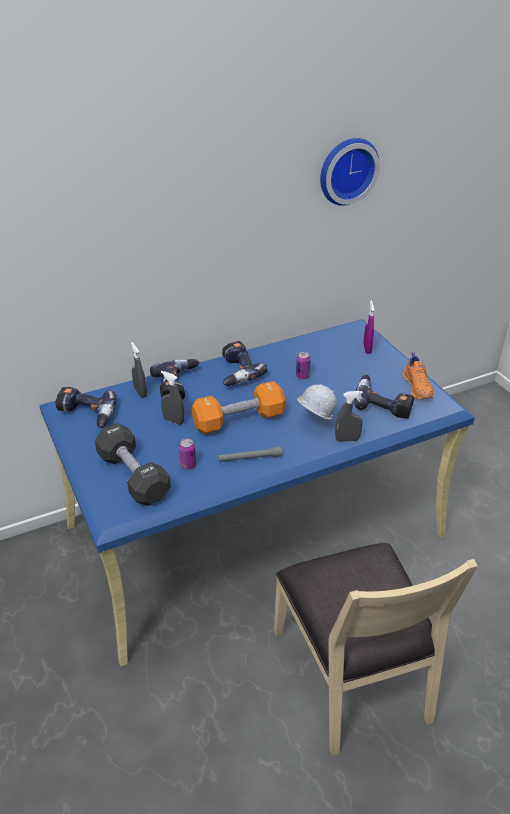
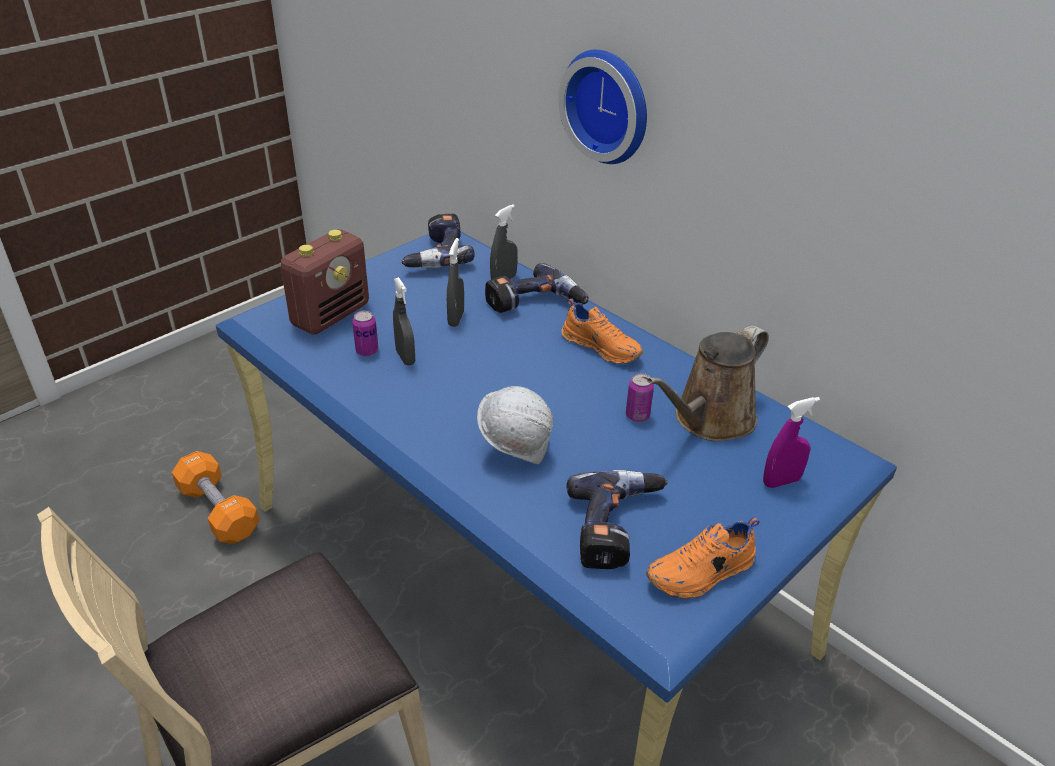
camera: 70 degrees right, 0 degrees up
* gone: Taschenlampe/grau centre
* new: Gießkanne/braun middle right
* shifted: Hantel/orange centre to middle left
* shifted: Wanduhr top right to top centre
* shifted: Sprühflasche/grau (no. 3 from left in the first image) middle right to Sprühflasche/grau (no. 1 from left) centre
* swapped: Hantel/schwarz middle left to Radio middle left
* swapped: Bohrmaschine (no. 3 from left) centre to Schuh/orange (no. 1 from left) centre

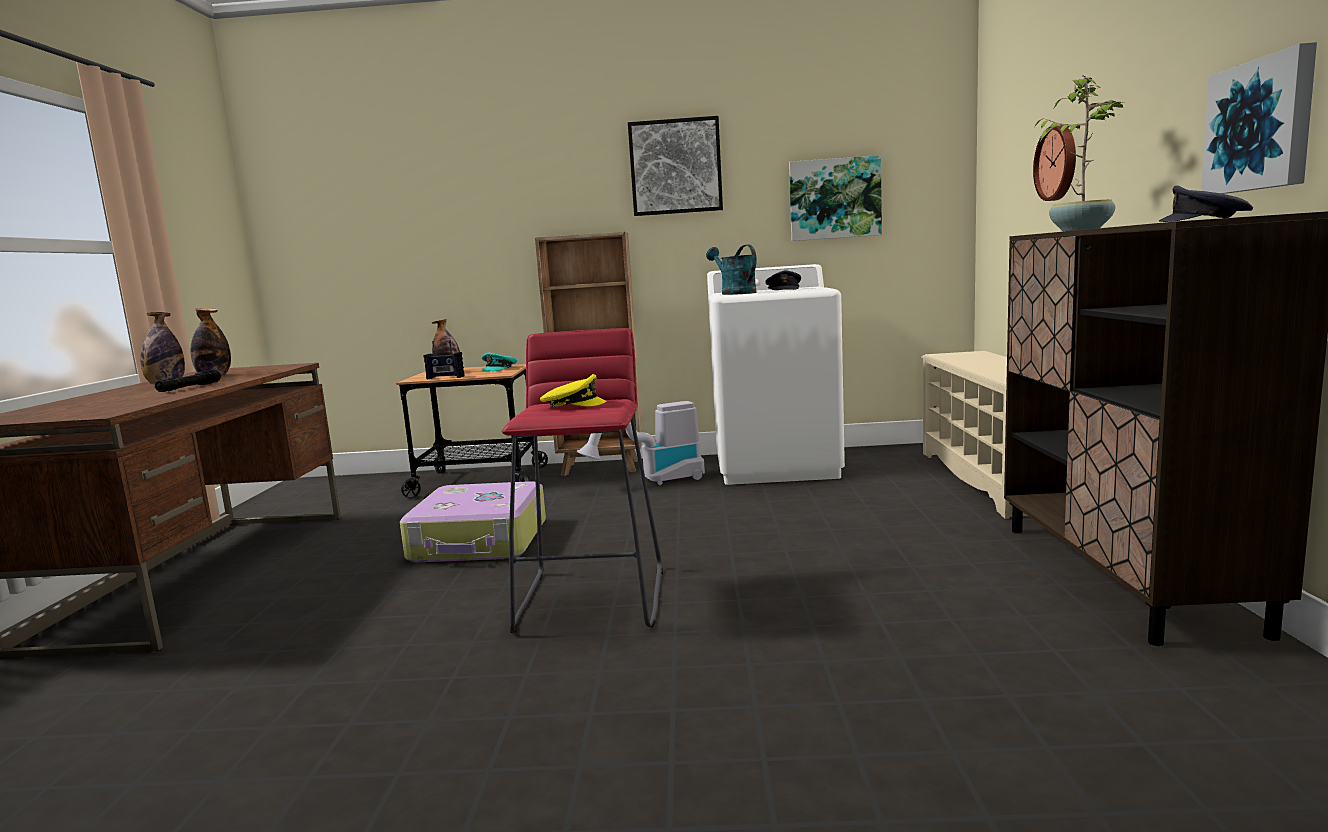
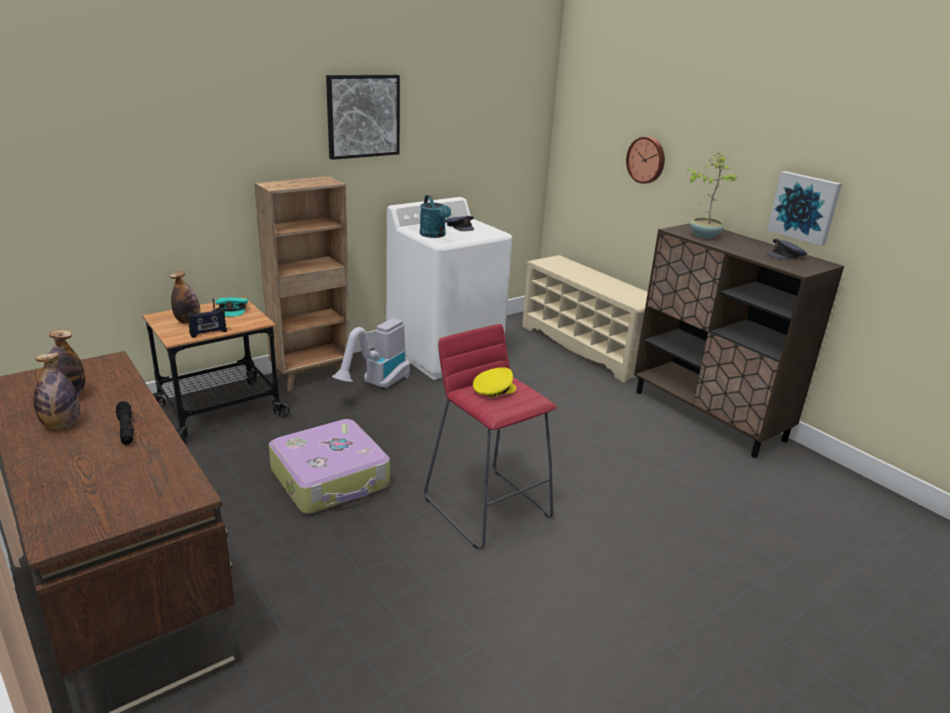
camera: 40 degrees left, 15 degrees up
* gone: Bild (no. 2 from left) top centre
* rotated: Gießkanne/türkis top centre = top centre 135 degrees counterclockwise

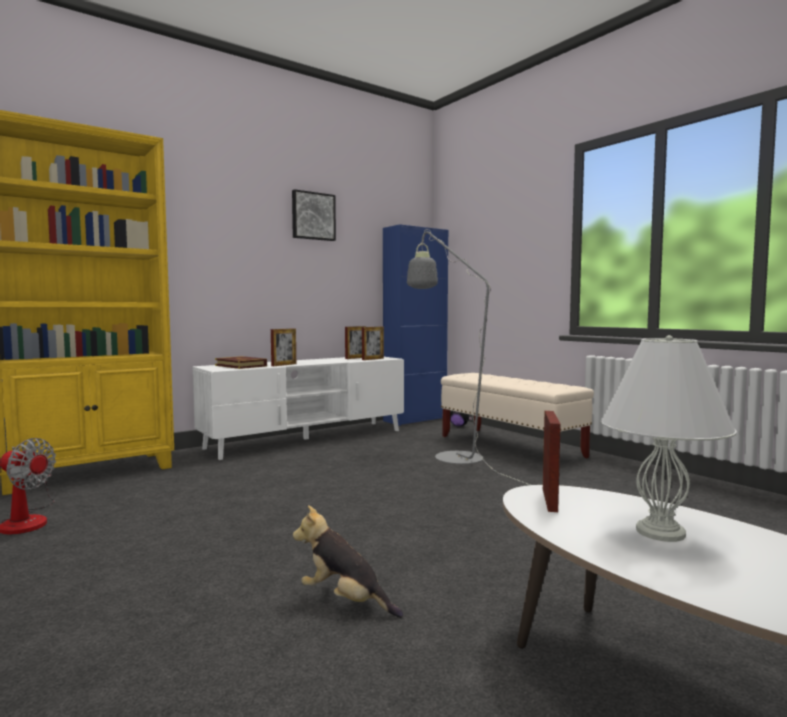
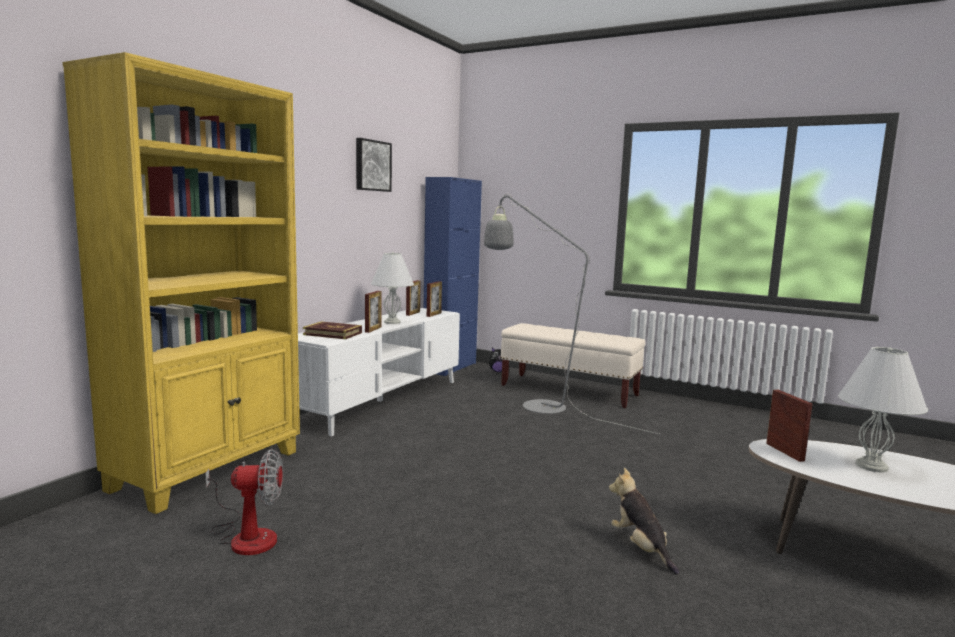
camera: 25 degrees left, 5 degrees up
* new: Tischlampe/weiß (no. 1 from left) centre
* rotated: Plüschtier (no. 1 from left in the first image) bottom centre = bottom right 60 degrees clockwise

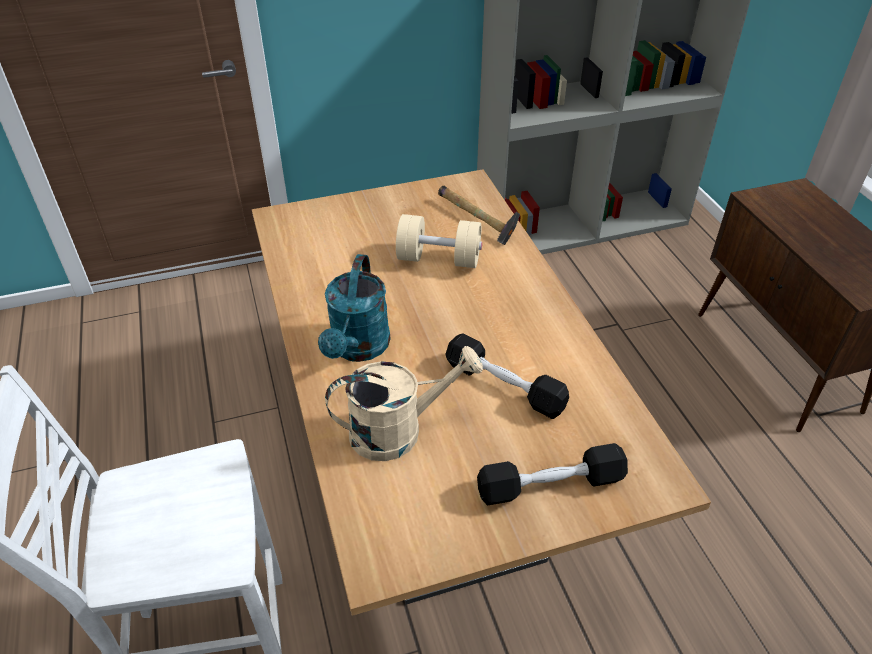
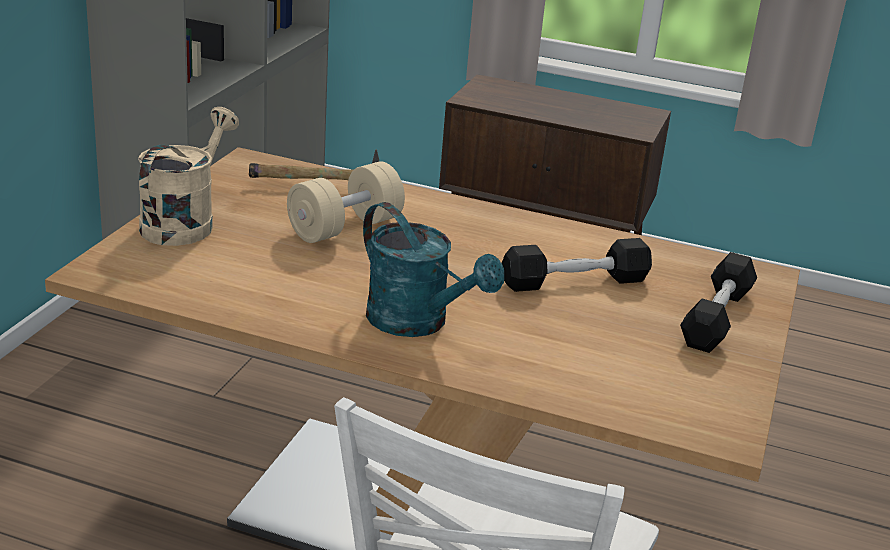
camera: 55 degrees left, 15 degrees down
* shifted: Gießkanne/beige centre to top left

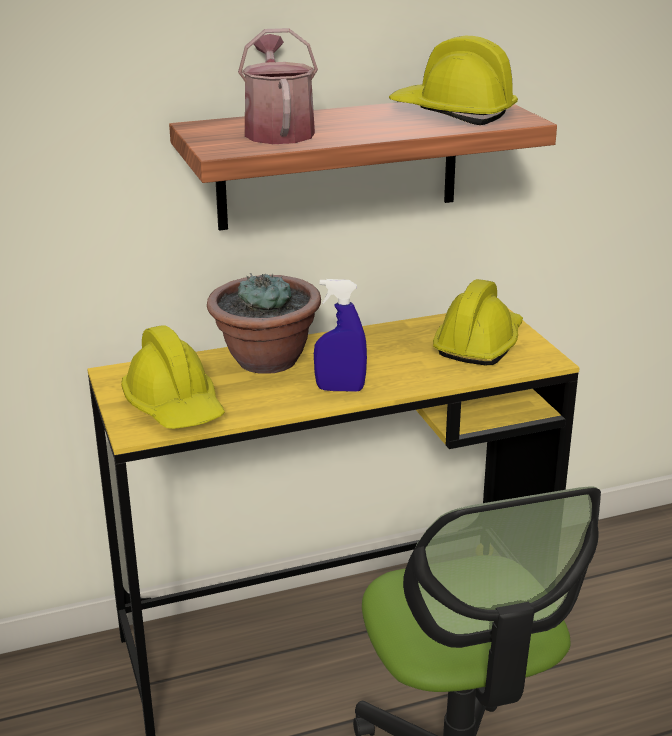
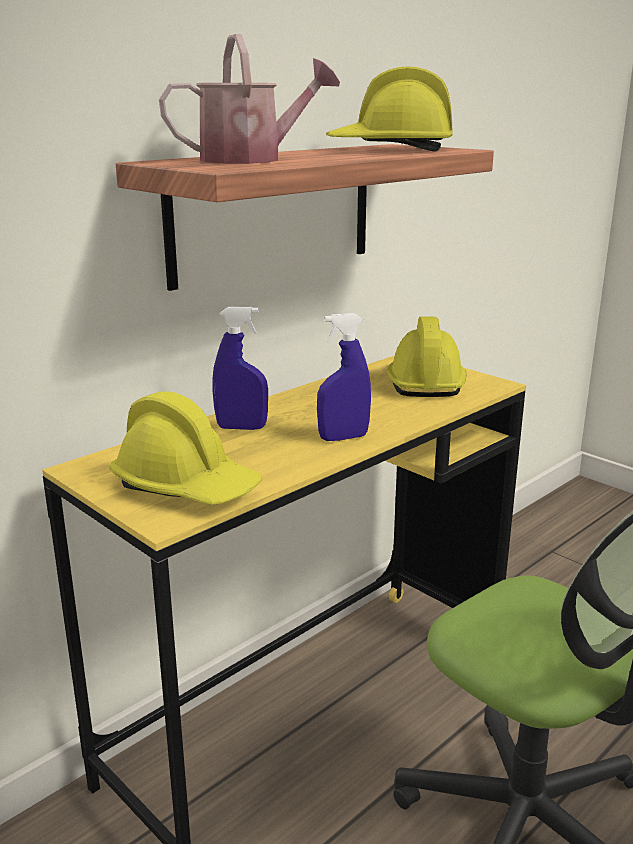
camera: 25 degrees left, 5 degrees down
* swapped: Topfpflanze centre to Sprühflasche/blau (no. 1 from left) centre
* rotated: Gießkanne top centre = top centre 105 degrees clockwise

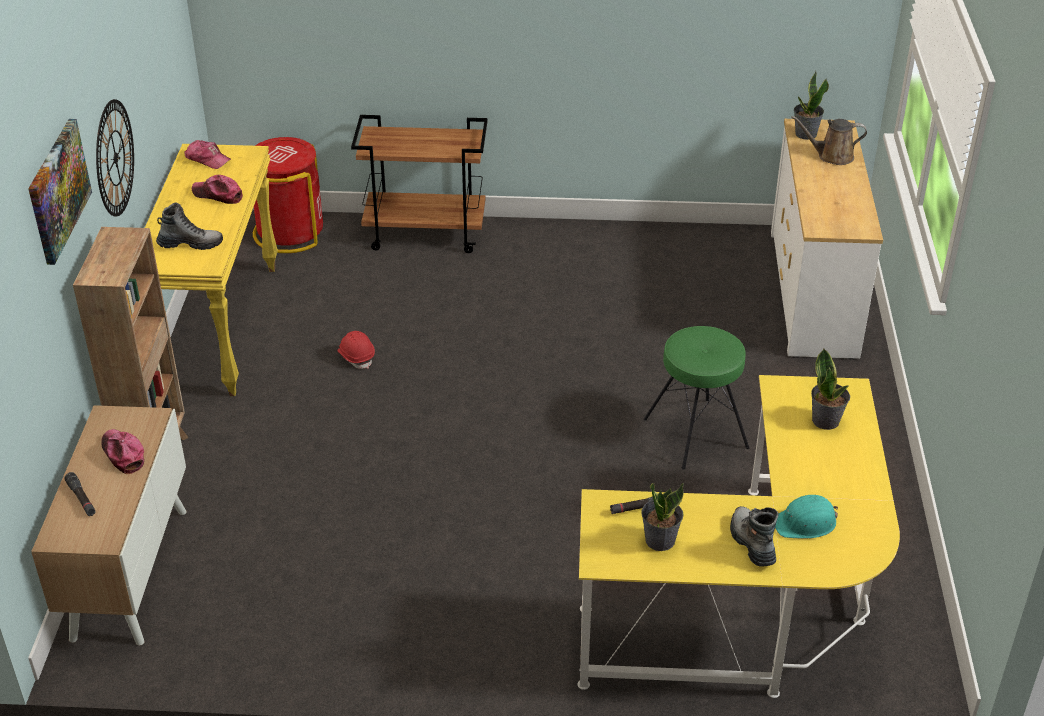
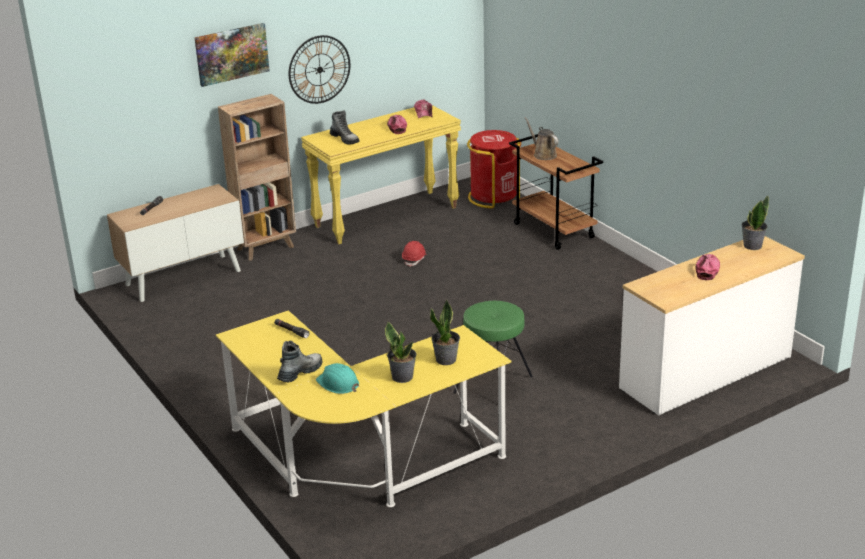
camera: 55 degrees right, 10 degrees down
* shifted: Kappe (no. 1 from left in the first image) middle left to Kappe (no. 3 from left) middle right
* shifted: Topfpflanze (no. 1 from left) bottom centre to centre
* shifted: Gießkanne/braun top right to top centre

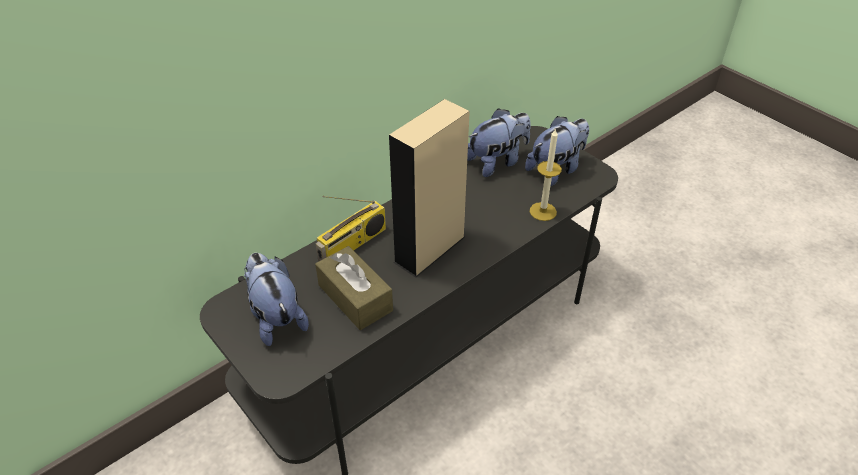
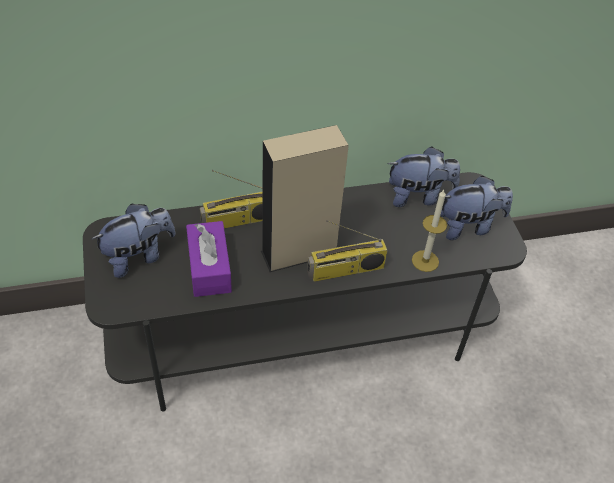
camera: 25 degrees right, 5 degrees up
* new: Radio (no. 2 from left) centre
* repainted: Taschentuchbox/braun centre to Taschentuchbox/lila centre
* rotated: Plüschtier (no. 1 from left) middle left = middle left 60 degrees clockwise

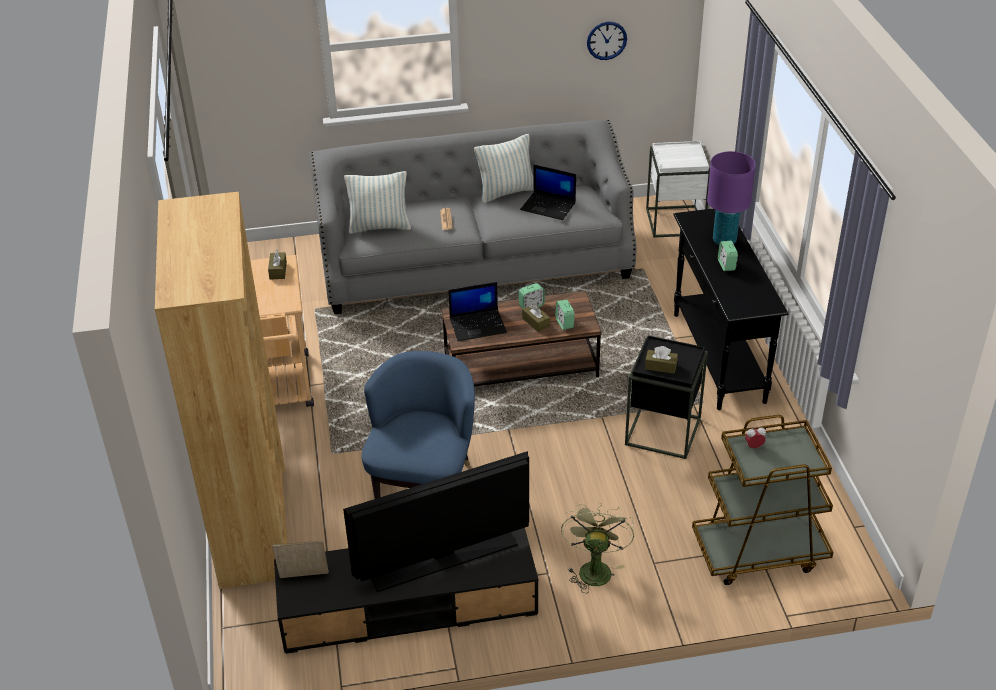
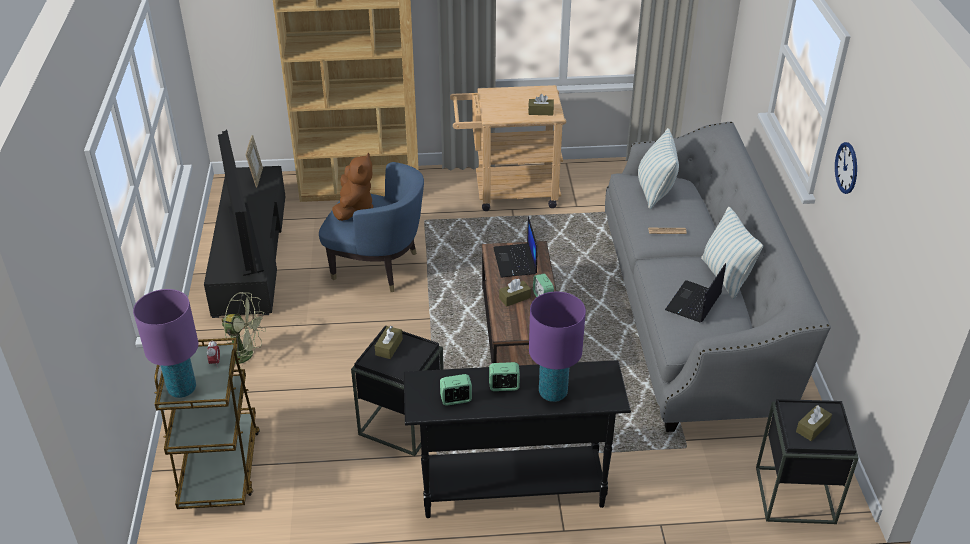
camera: 95 degrees right, 0 degrees up
* new: Tischlampe/lila (no. 1 from left) middle left
* new: Plüschtier/braun centre
* new: Taschentuchbox/braun (no. 4 from left) bottom right
* shifted: Wecker (no. 2 from left) centre to bottom centre
* shifted: Wanduhr top centre to top right
* repainted: Beistelltisch/weiß top right to Beistelltisch/schwarz (no. 2 from left) bottom right

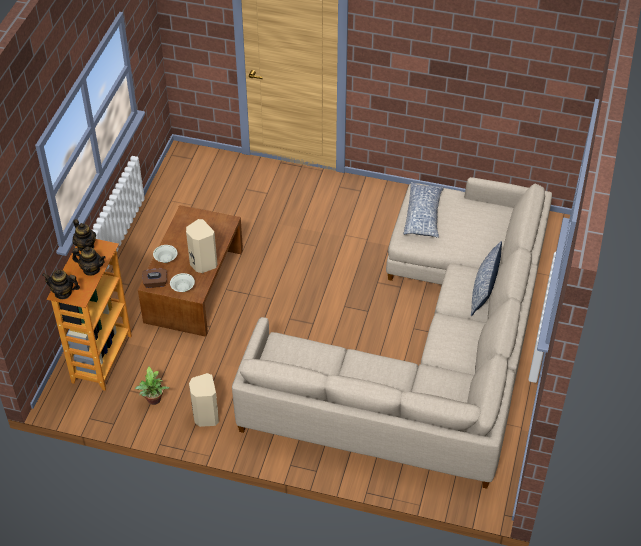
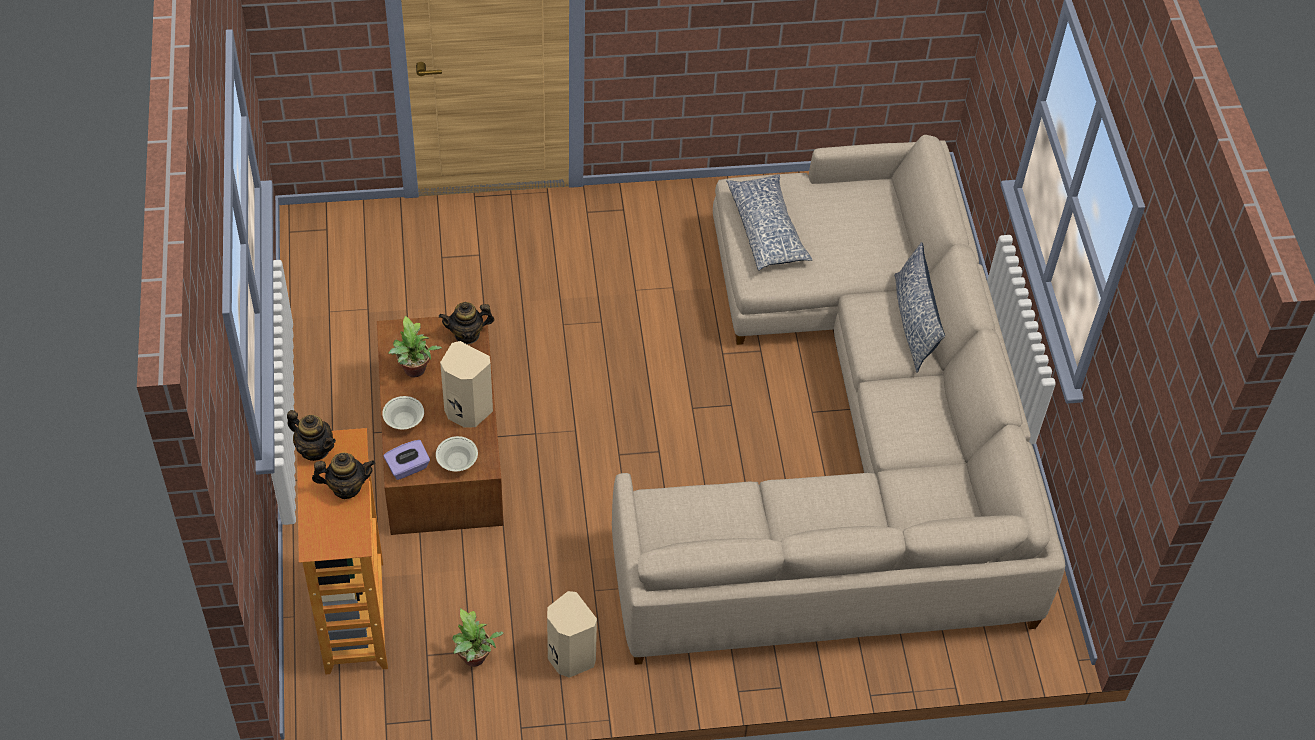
camera: 25 degrees left, 5 degrees up
* new: Topfpflanze (no. 1 from left) middle left
* shifted: Teekanne (no. 1 from left in the first image) middle left to Teekanne (no. 3 from left) centre
* repainted: Taschentuchbox/braun middle left to Taschentuchbox/lila middle left

